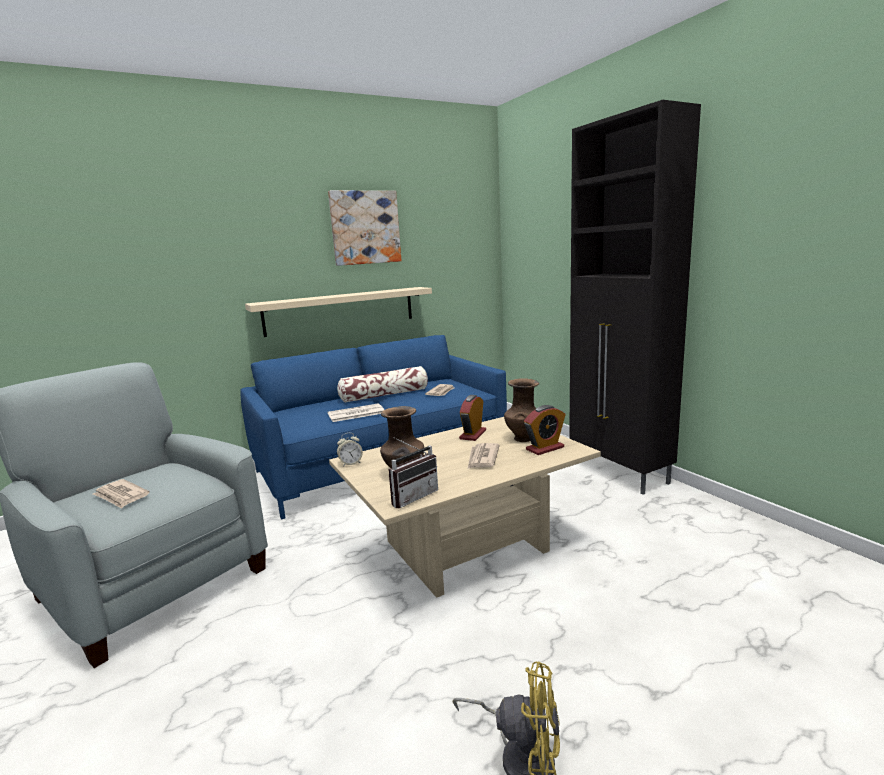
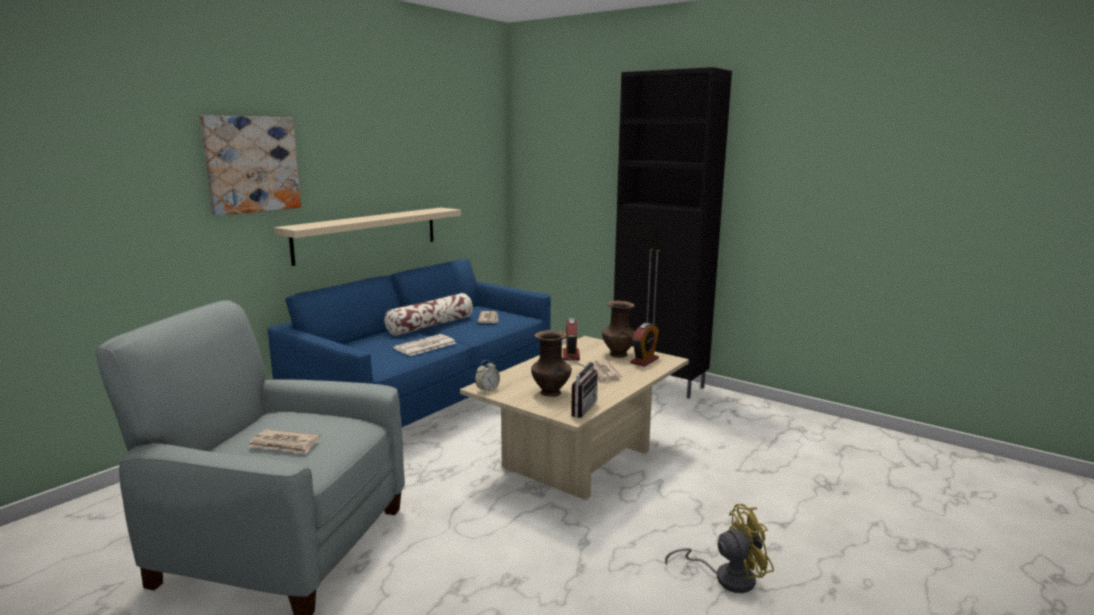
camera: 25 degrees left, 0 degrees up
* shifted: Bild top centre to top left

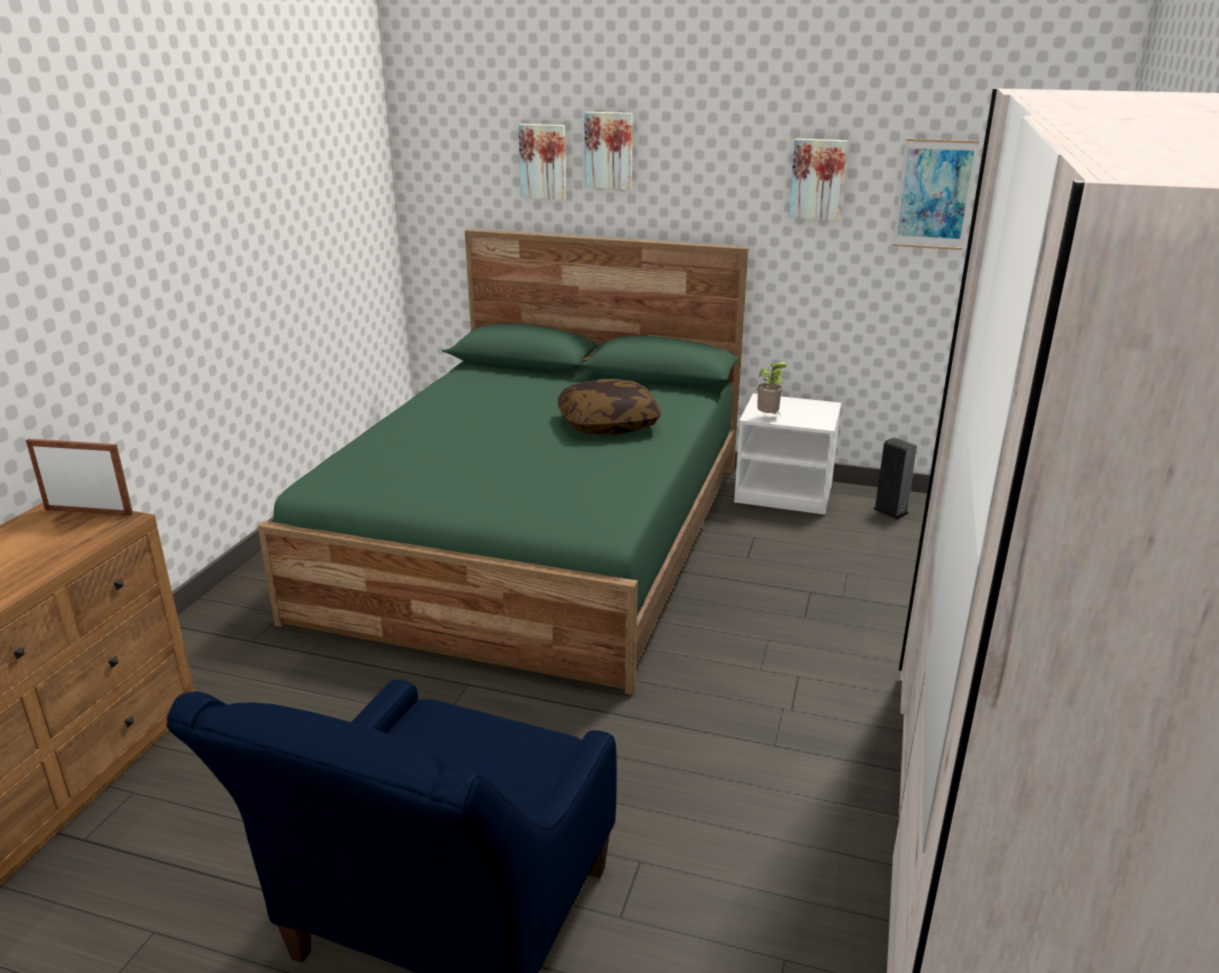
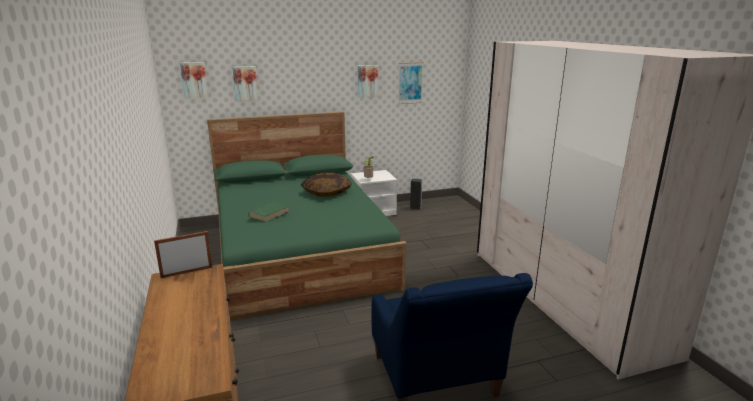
camera: 35 degrees left, 5 degrees down
* new: Buch/grün centre
* shifted: Bild (no. 2 from left in the first image) top centre to Bild (no. 1 from left) top left

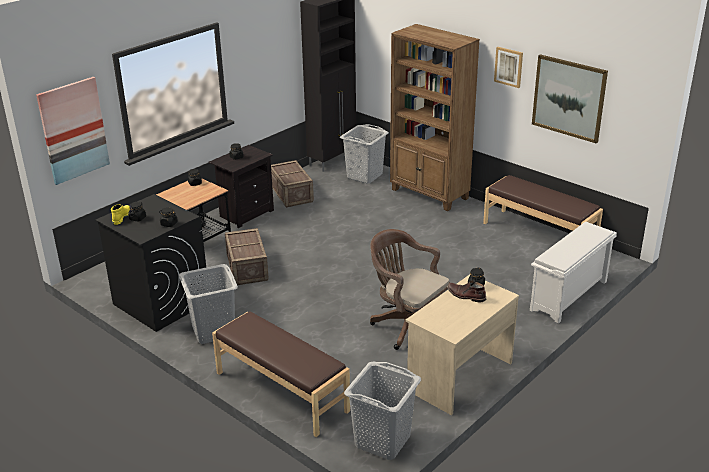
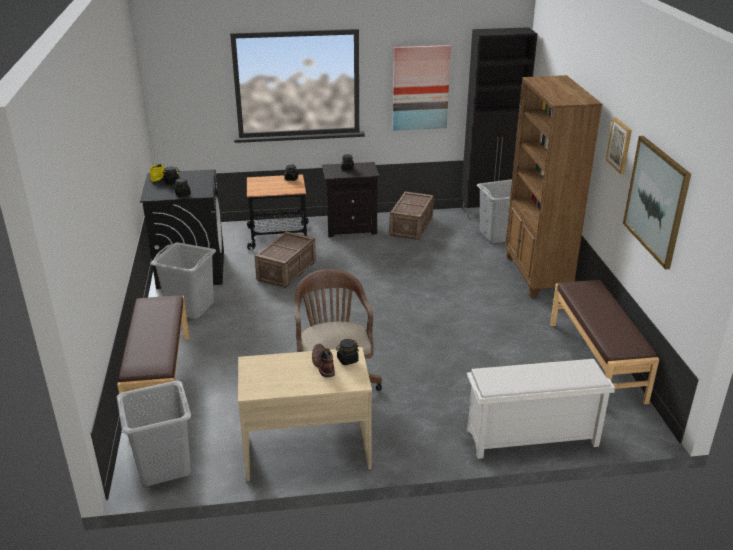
camera: 40 degrees right, 0 degrees up
* shifted: Bild (no. 1 from left) top left to top centre

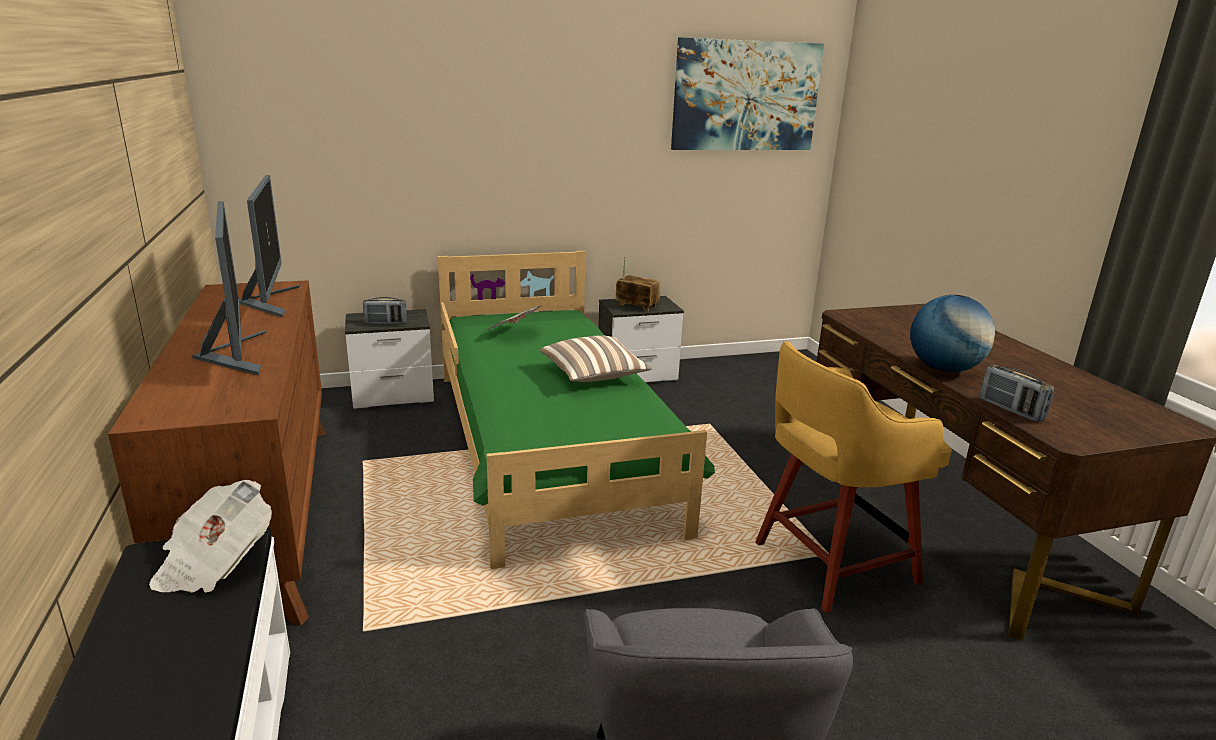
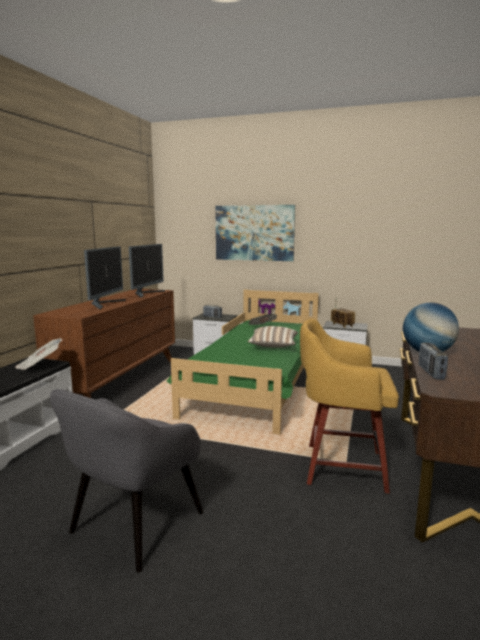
camera: 35 degrees right, 10 degrees down
* shifted: Bild top centre to centre

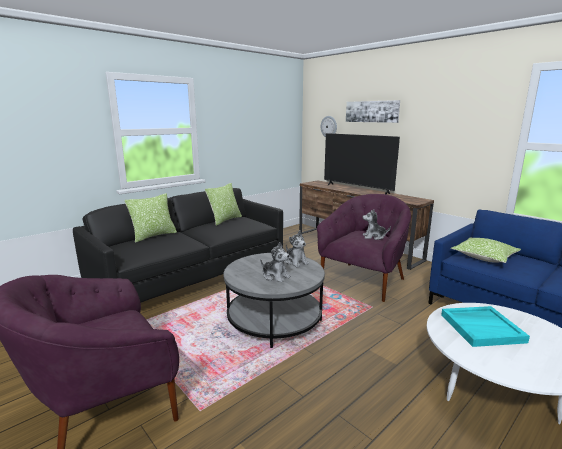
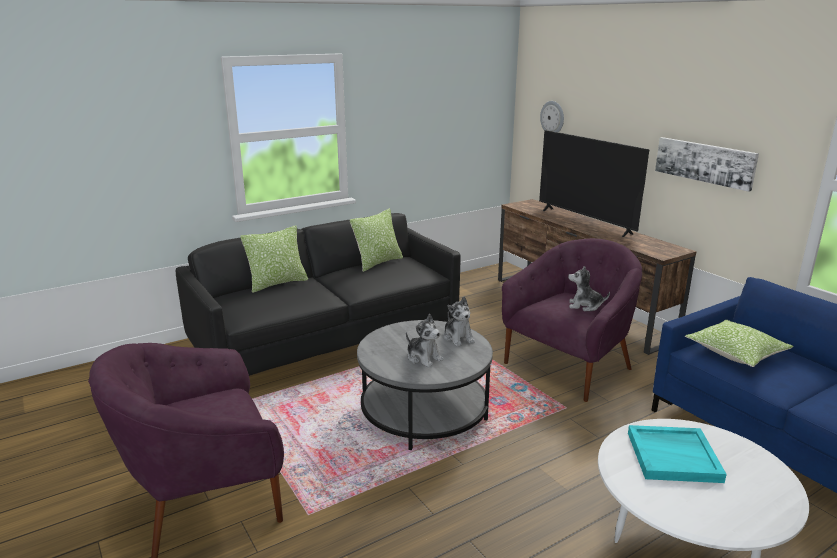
camera: 10 degrees right, 5 degrees up
* shifted: Bild top centre to top right

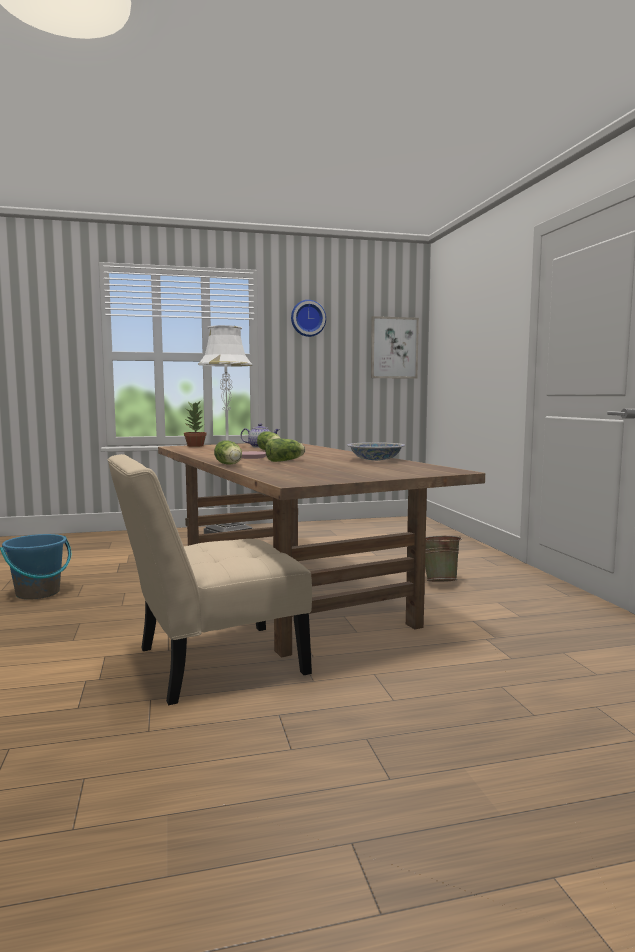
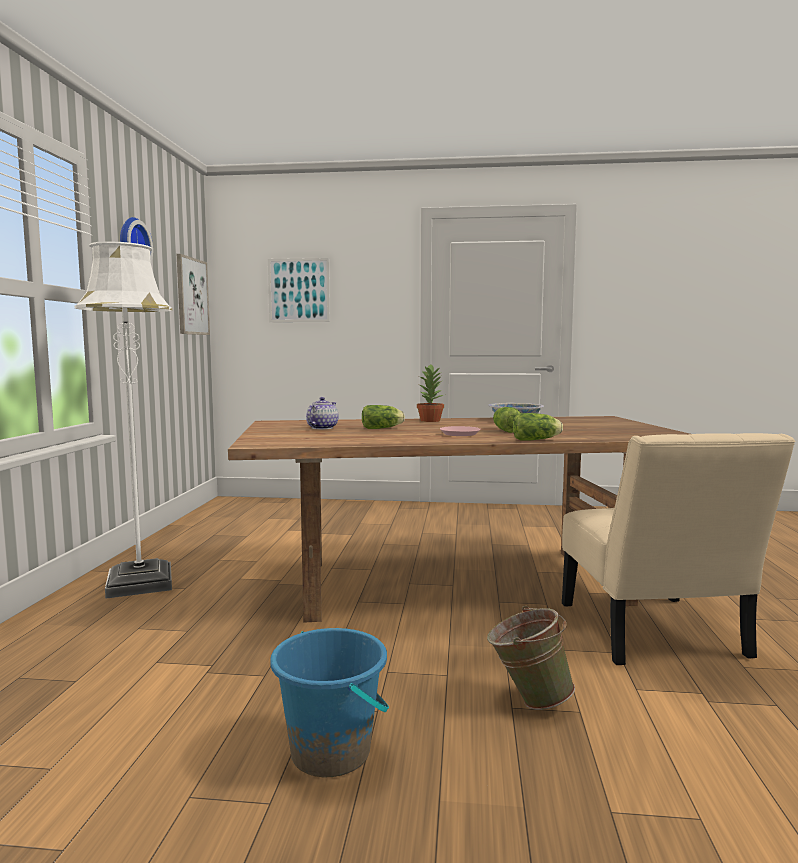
camera: 70 degrees left, 0 degrees up
* new: Bild (no. 2 from left) centre
* shifted: Topfpflanze middle left to centre
* shifted: Eimer/grün middle right to bottom centre

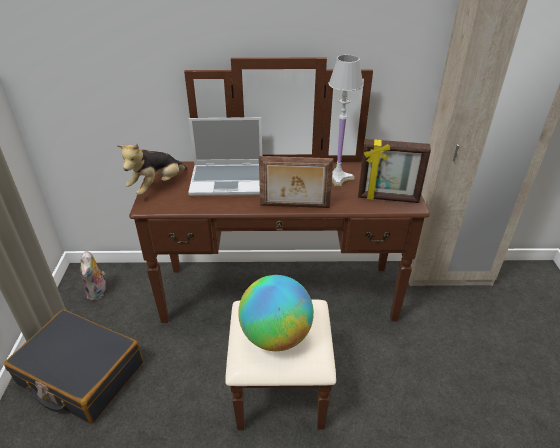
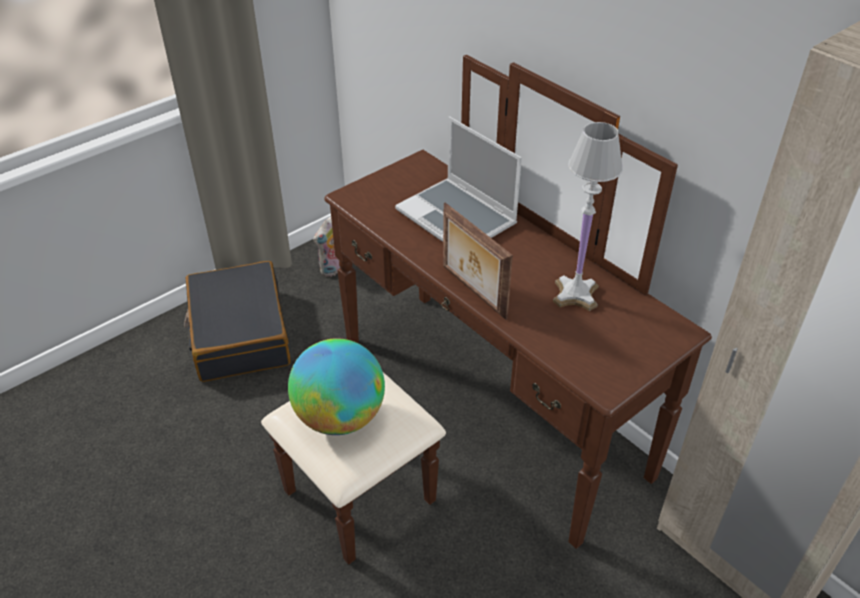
camera: 50 degrees right, 5 degrees up
* gone: Plüschtier (no. 2 from left) middle left
* gone: Bilderrahmen (no. 2 from left) middle right

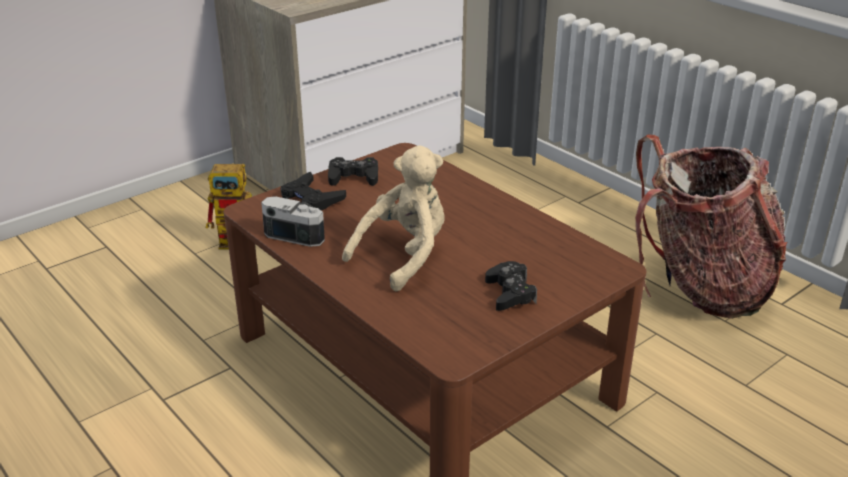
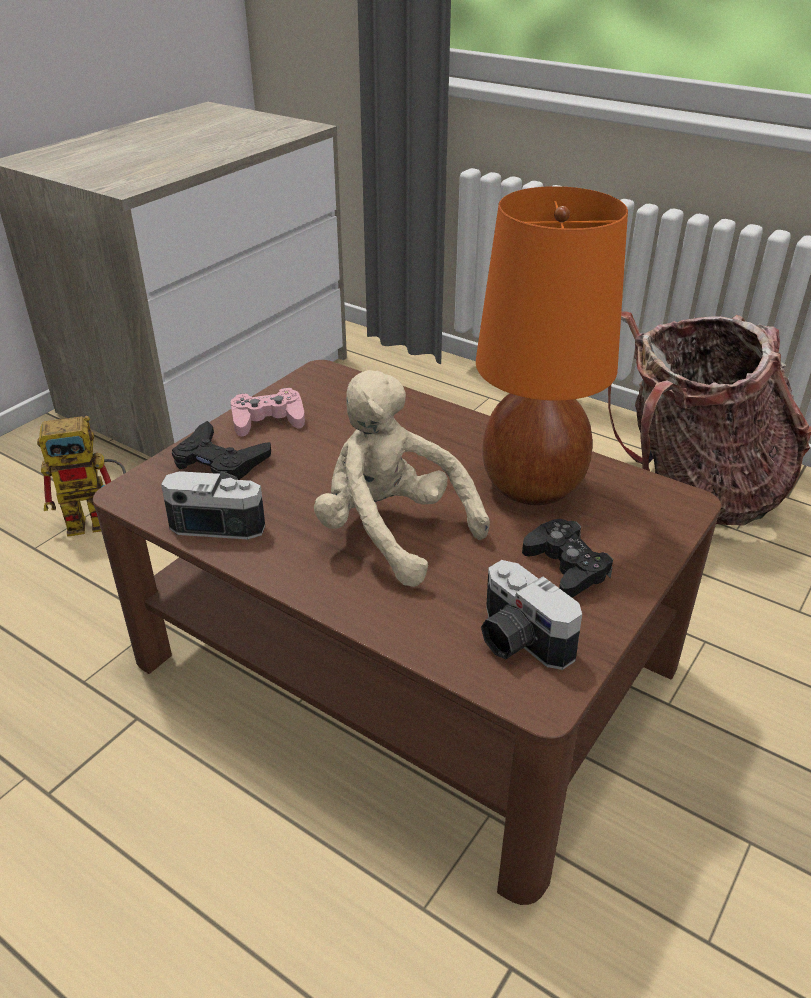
camera: 15 degrees left, 5 degrees up
* new: Tischlampe/orange middle right
* new: Kamera (no. 2 from left) centre
* repainted: Gamepad/schwarz (no. 2 from left) centre to Gamepad/rosa middle left
* rotated: Plüschtier/beige centre = centre 75 degrees counterclockwise

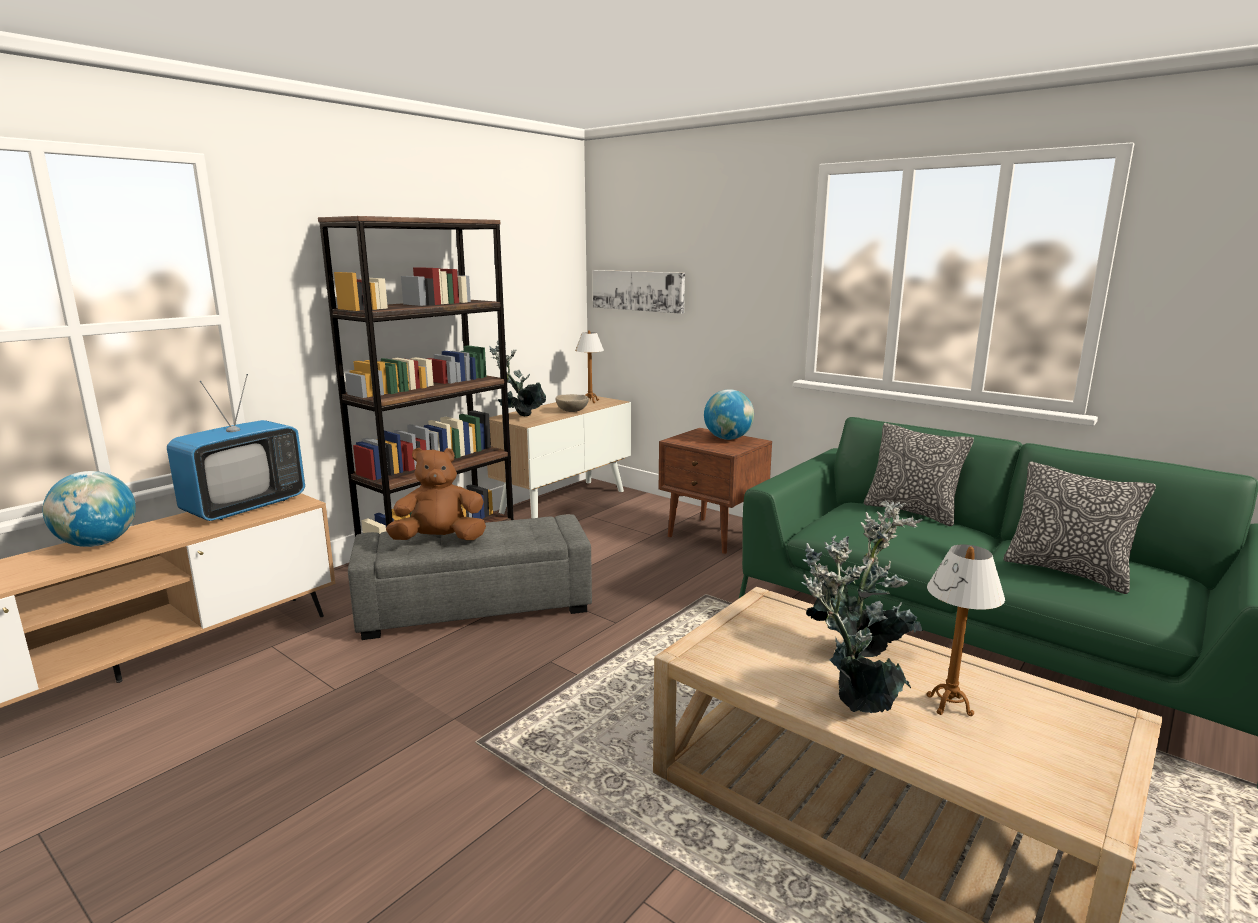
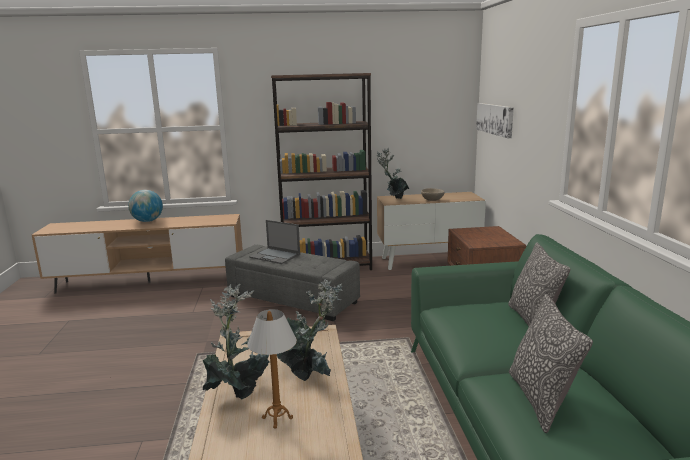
camera: 45 degrees right, 0 degrees up
* gone: Fernseher middle left
* gone: Tischlampe (no. 1 from left) centre
* gone: Globus (no. 2 from left) centre
* swapped: Plüschtier/braun centre to Laptop centre

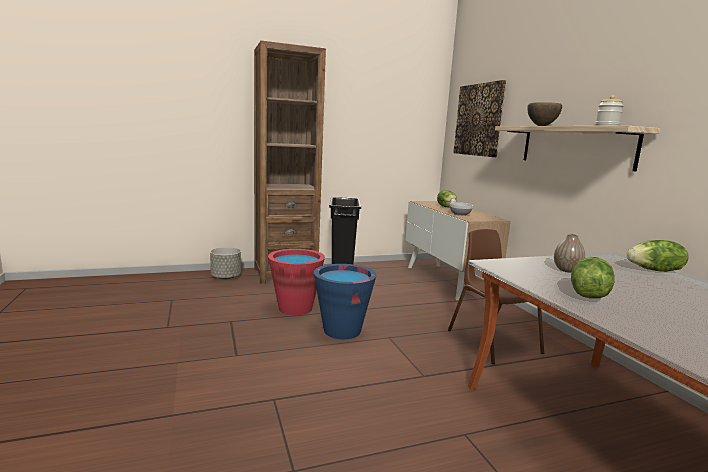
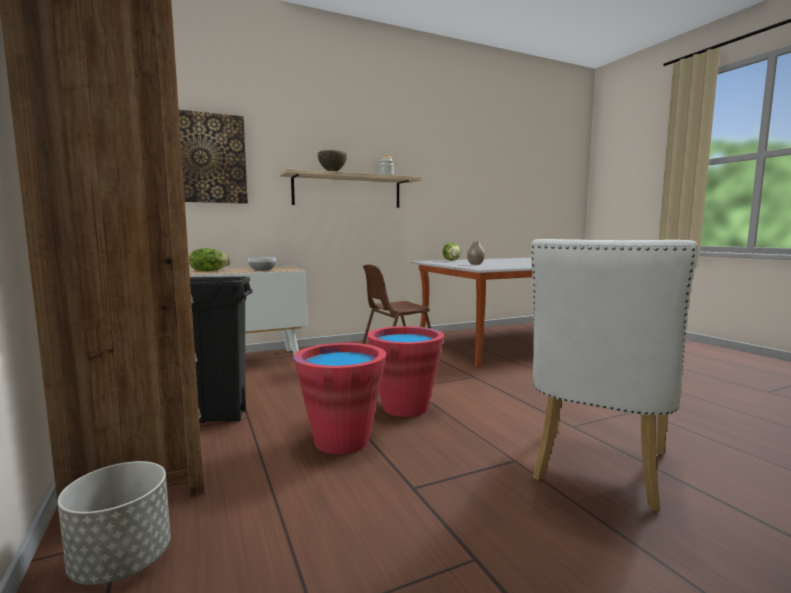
camera: 95 degrees left, 5 degrees down
* gone: Salatkopf (no. 2 from left) middle right
* new: Stuhl/weiß middle right
* repainted: Eimer/blau centre to Eimer/rot (no. 2 from left) centre

